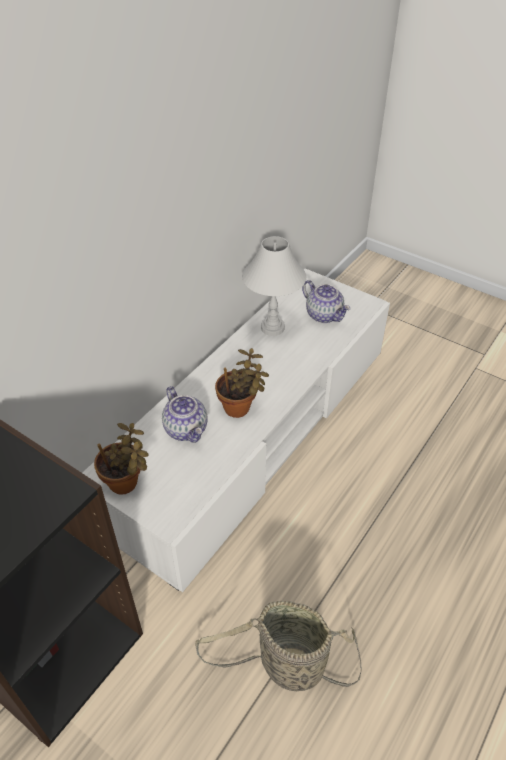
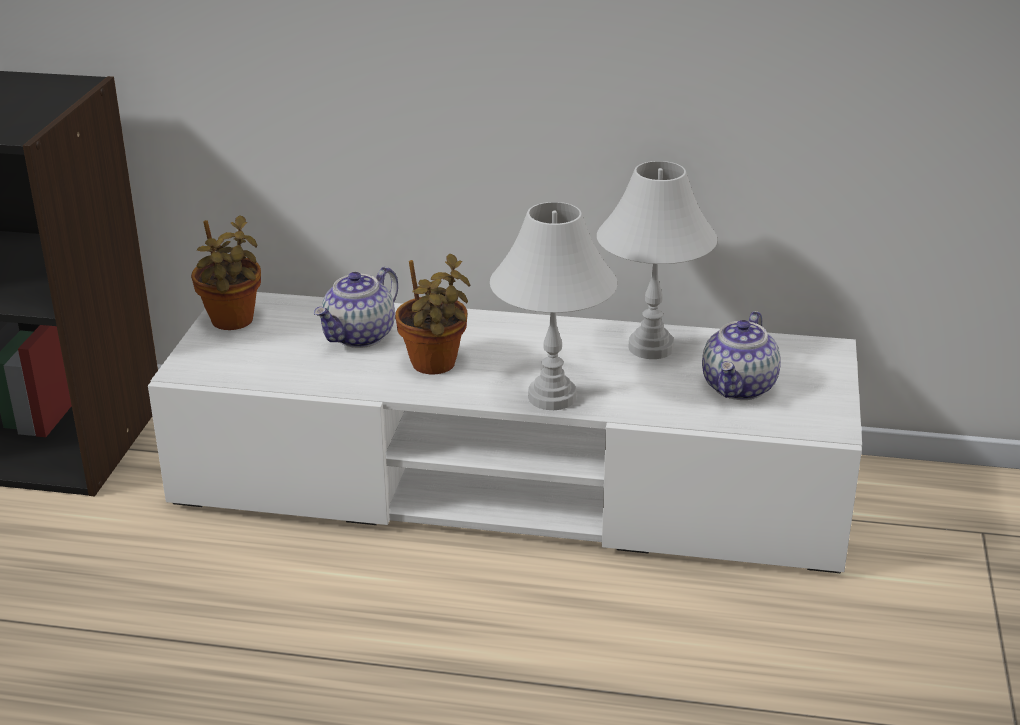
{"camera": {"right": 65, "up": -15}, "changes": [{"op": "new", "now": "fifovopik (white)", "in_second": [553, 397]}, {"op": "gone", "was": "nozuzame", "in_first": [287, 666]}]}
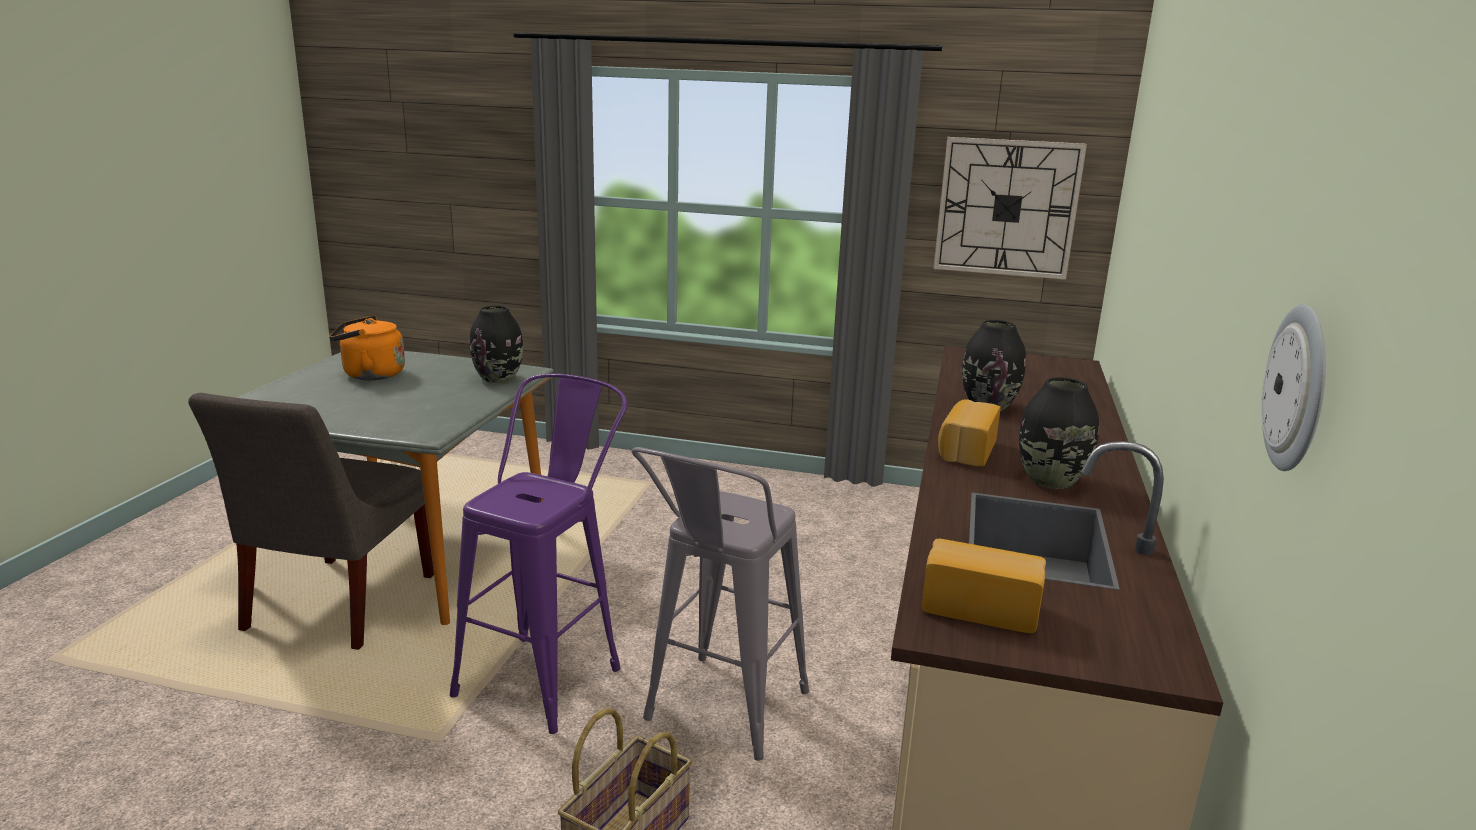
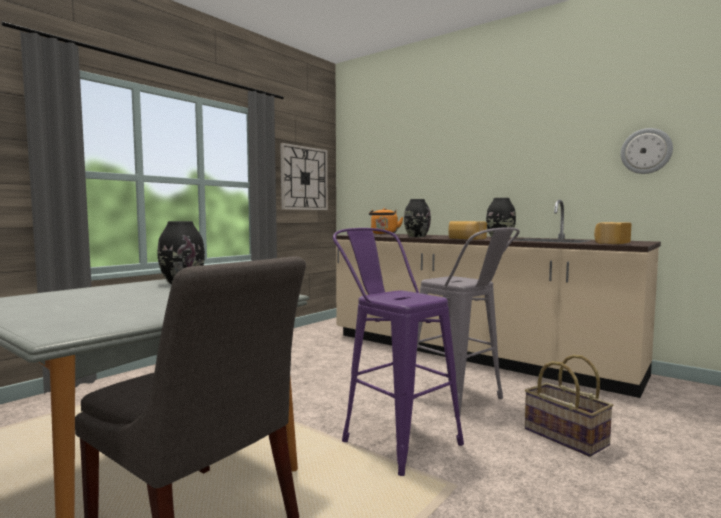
{"camera": {"right": -65, "up": -15}, "changes": [{"op": "shifted", "was": "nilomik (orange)", "in_first": [370, 375], "in_second": [384, 234]}]}
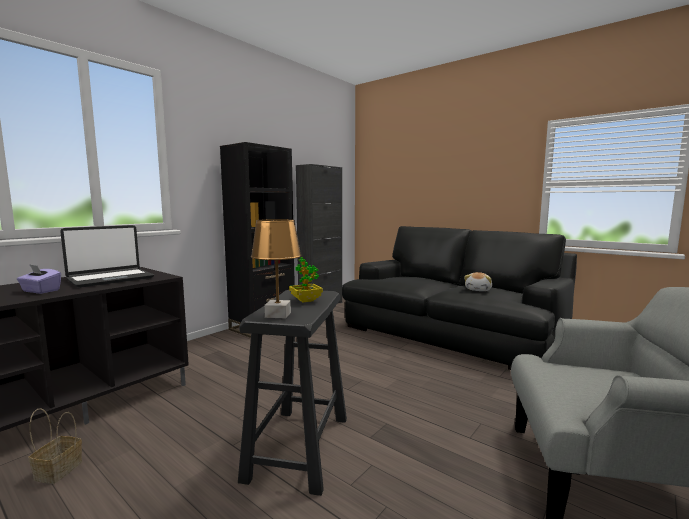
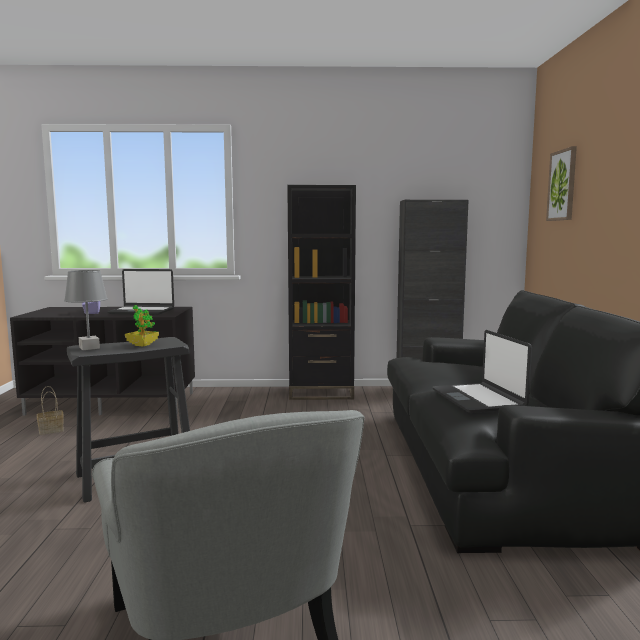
{"camera": {"right": 50, "up": 0}, "changes": [{"op": "repainted", "was": "fifovopik (brown)", "now": "fifovopik (grey)", "in_first": [278, 315], "in_second": [89, 348]}, {"op": "swapped", "was": "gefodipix", "now": "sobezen", "in_first": [478, 290], "in_second": [478, 399]}, {"op": "new", "now": "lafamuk", "in_second": [562, 185]}]}
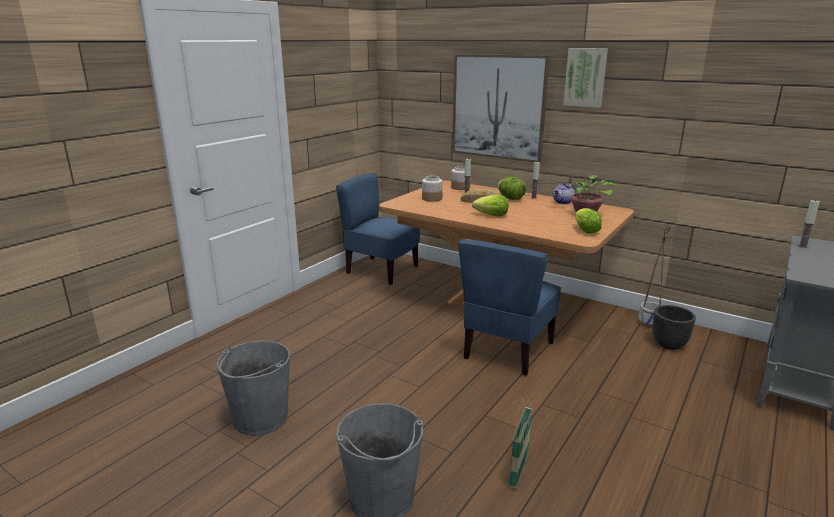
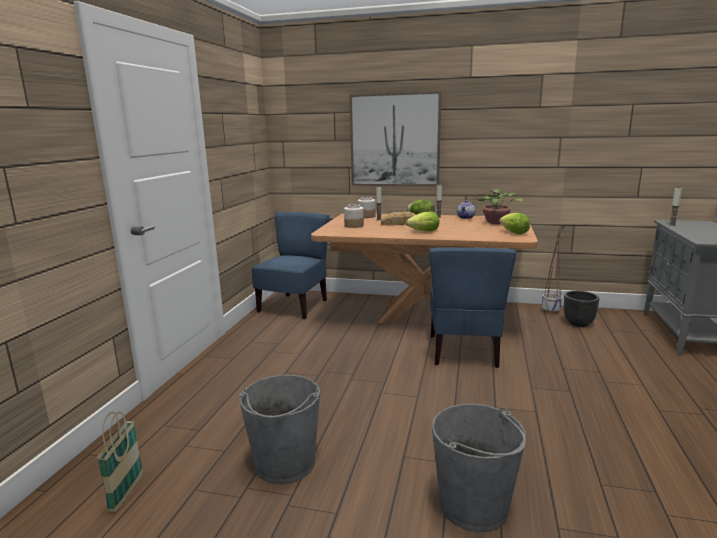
{"camera": {"right": -20, "up": -5}, "changes": [{"op": "shifted", "was": "nozuzame", "in_first": [518, 471], "in_second": [126, 492]}, {"op": "rotated", "was": "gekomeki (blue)", "in_first": [381, 270], "in_second": [294, 306], "clockwise": 105}, {"op": "gone", "was": "lafamuk", "in_first": [585, 77]}]}
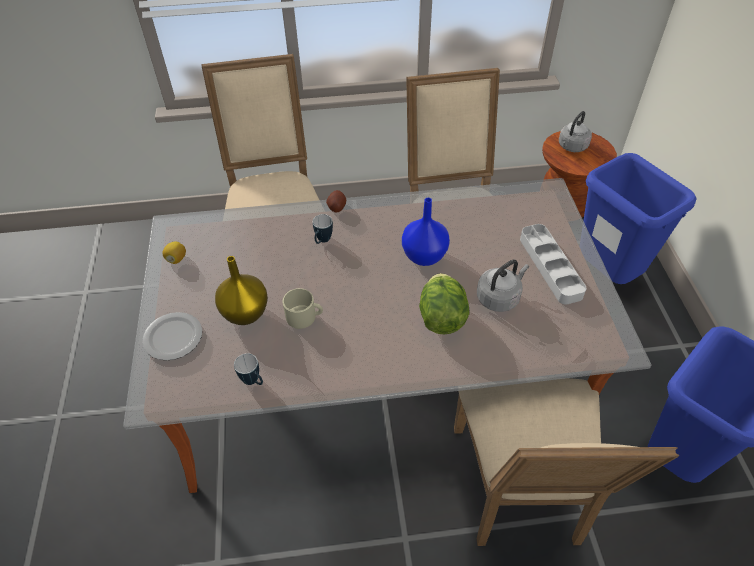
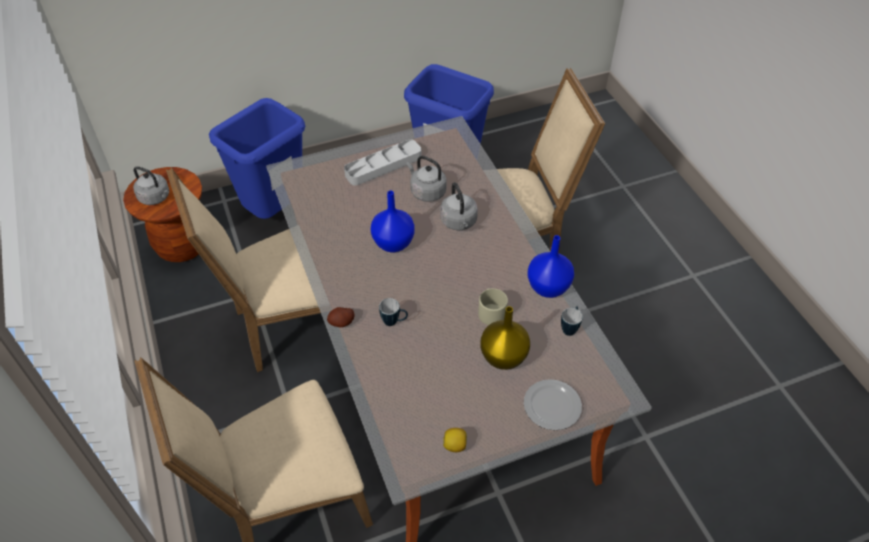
{"camera": {"right": -105, "up": 0}, "changes": [{"op": "swapped", "was": "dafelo", "now": "nilomik (grey)", "in_first": [441, 317], "in_second": [459, 222]}, {"op": "new", "now": "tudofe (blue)", "in_second": [548, 286]}]}
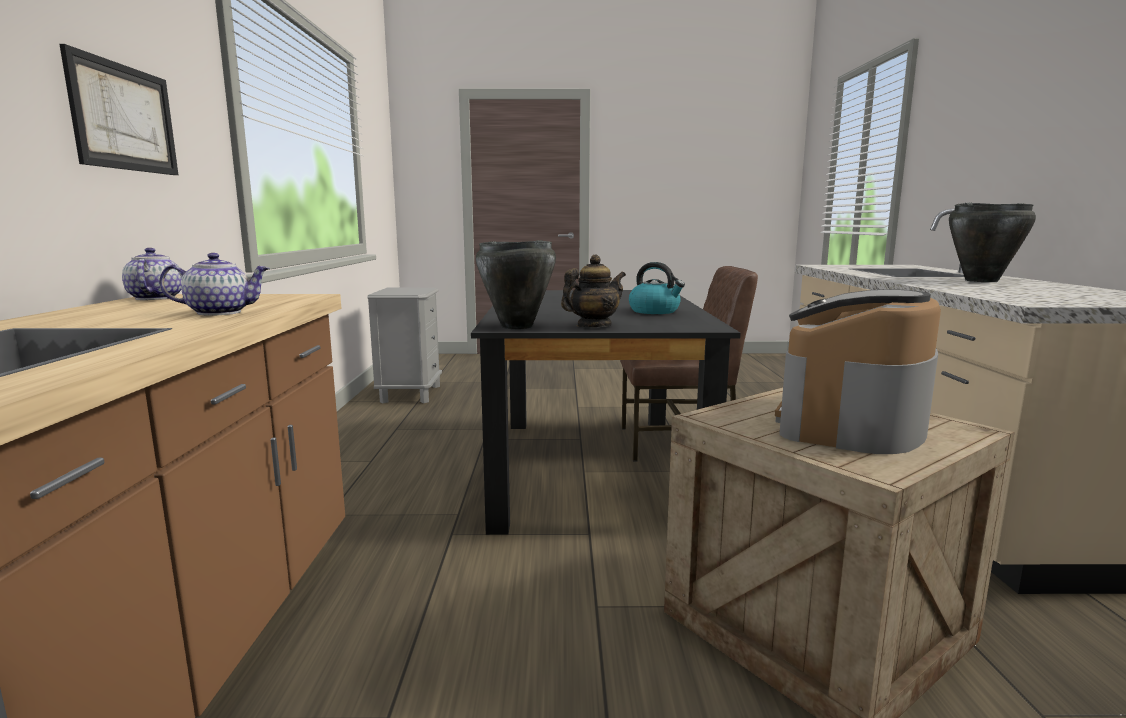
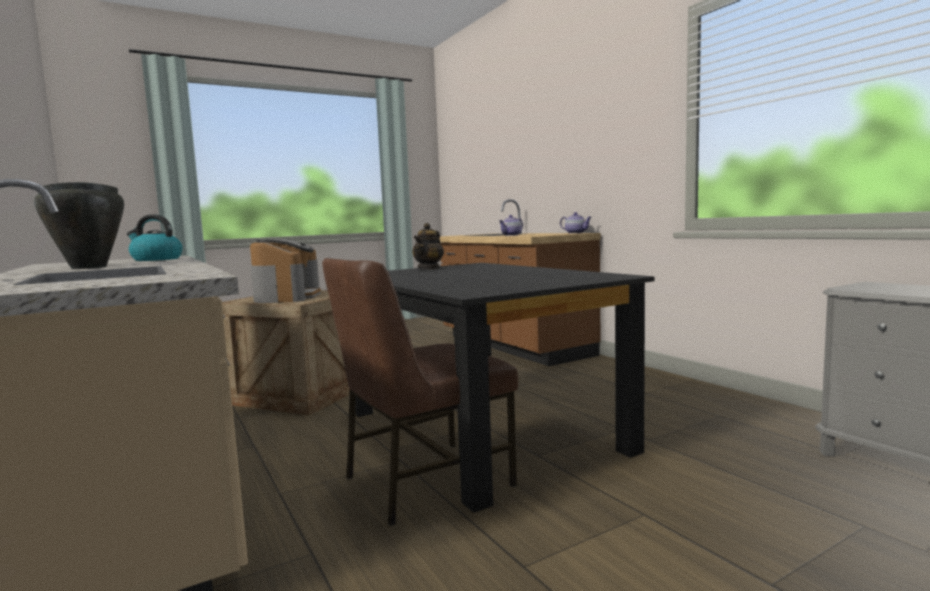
{"camera": {"right": 150, "up": -5}, "changes": [{"op": "shifted", "was": "nilomik", "in_first": [655, 311], "in_second": [156, 259]}, {"op": "gone", "was": "lafamuk", "in_first": [124, 118]}, {"op": "gone", "was": "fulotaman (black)", "in_first": [516, 326]}]}
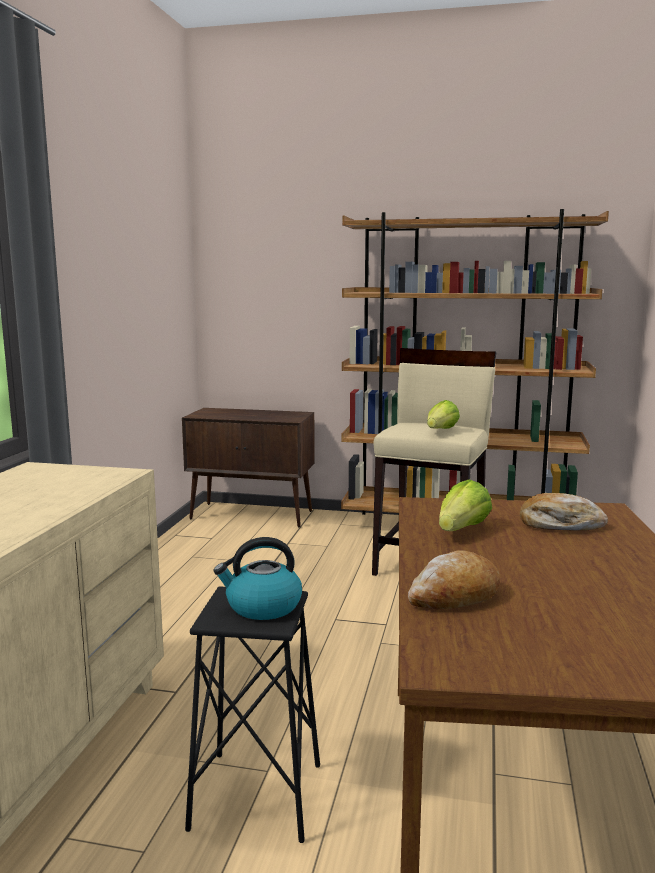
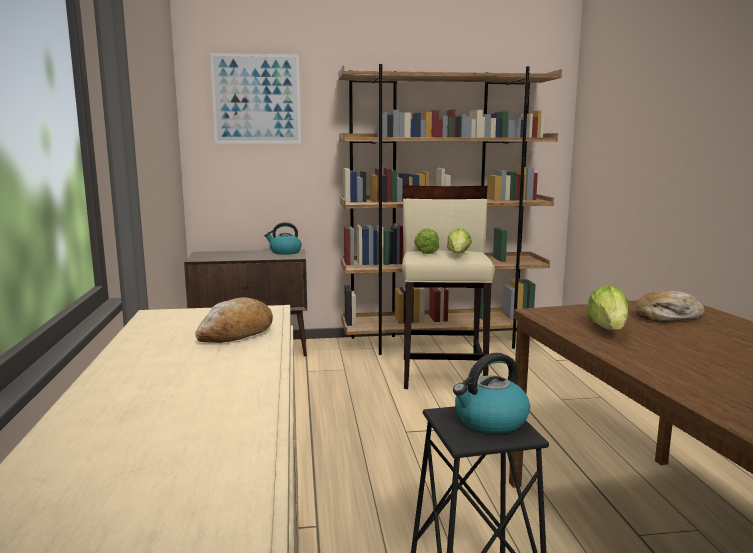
{"camera": {"right": -20, "up": 0}, "changes": [{"op": "shifted", "was": "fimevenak", "in_first": [454, 596], "in_second": [236, 333]}, {"op": "new", "now": "lafamuk", "in_second": [256, 99]}, {"op": "new", "now": "nilomik", "in_second": [285, 252]}, {"op": "new", "now": "dafelo", "in_second": [425, 252]}]}
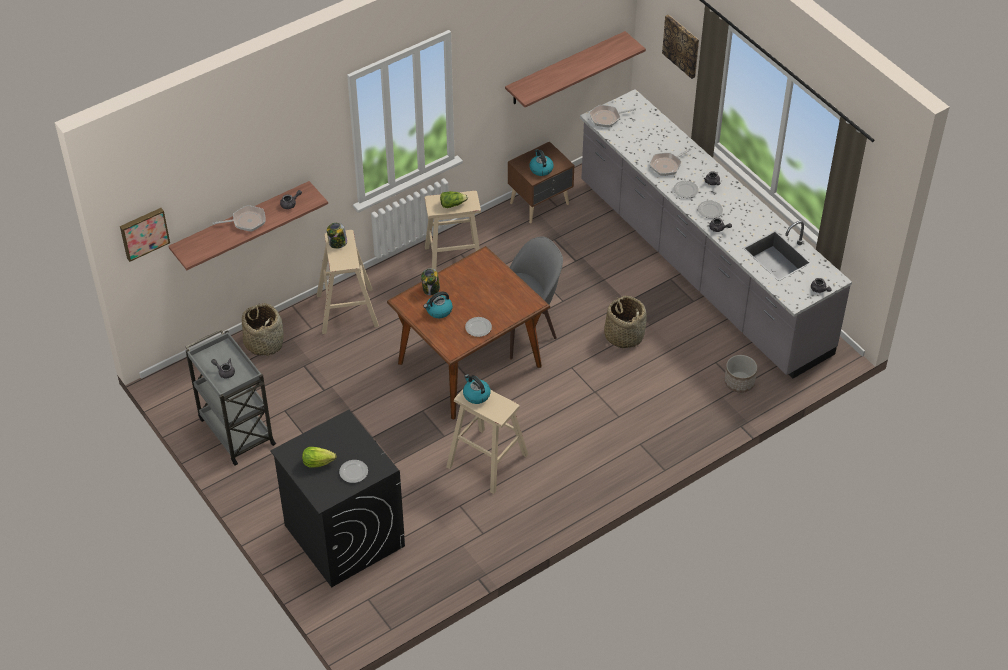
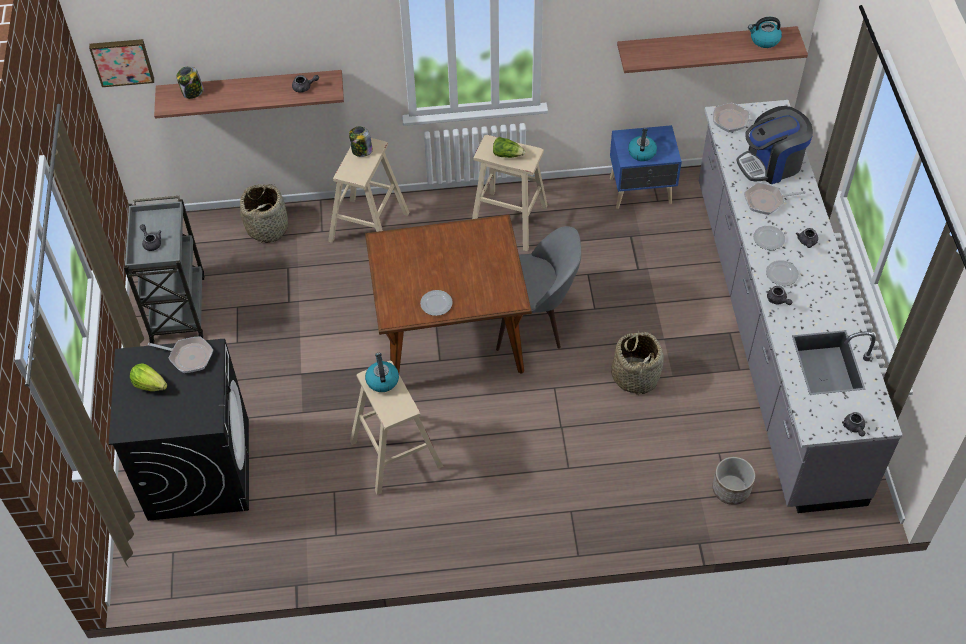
{"camera": {"right": 30, "up": 5}, "changes": [{"op": "shifted", "was": "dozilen", "in_first": [246, 221], "in_second": [188, 356]}, {"op": "shifted", "was": "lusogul", "in_first": [431, 289], "in_second": [192, 92]}, {"op": "repainted", "was": "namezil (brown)", "now": "namezil (blue)", "in_first": [541, 204], "in_second": [641, 192]}, {"op": "new", "now": "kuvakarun", "in_second": [771, 164]}, {"op": "shifted", "was": "nilomik", "in_first": [438, 311], "in_second": [764, 40]}, {"op": "gone", "was": "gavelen", "in_first": [353, 472]}, {"op": "gone", "was": "lafamuk", "in_first": [682, 45]}]}
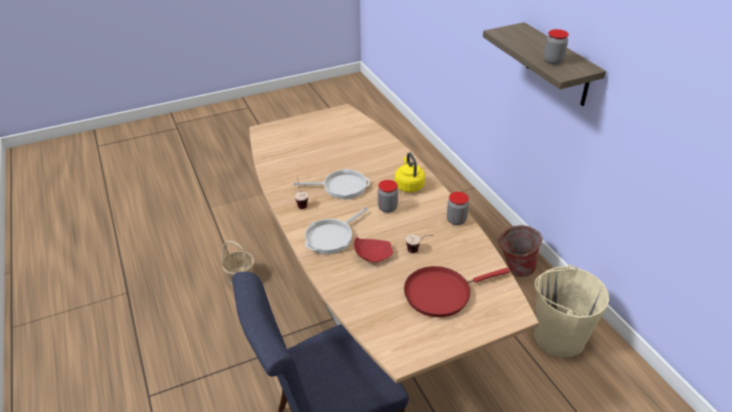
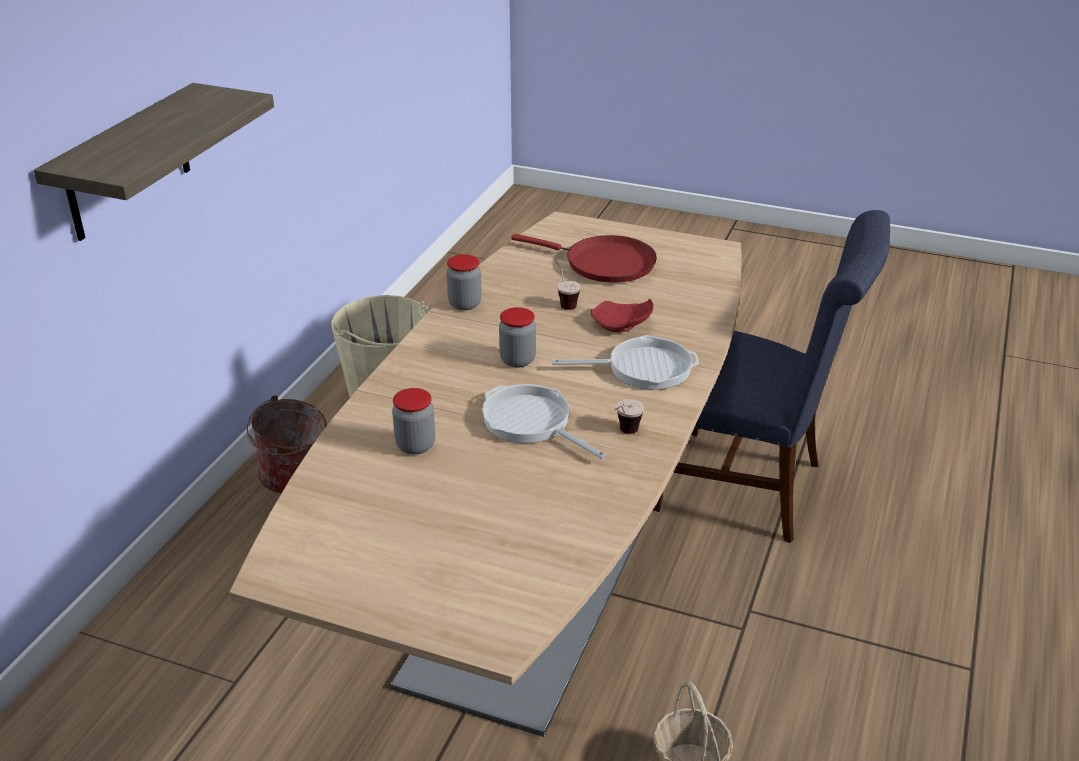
{"camera": {"right": -135, "up": -5}, "changes": [{"op": "shifted", "was": "lusogul", "in_first": [553, 61], "in_second": [415, 445]}, {"op": "gone", "was": "nilomik (yellow)", "in_first": [408, 185]}]}
